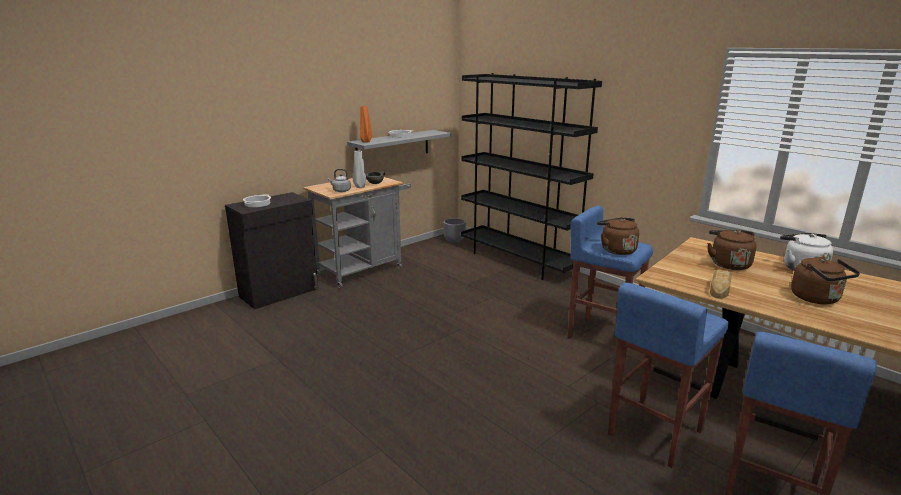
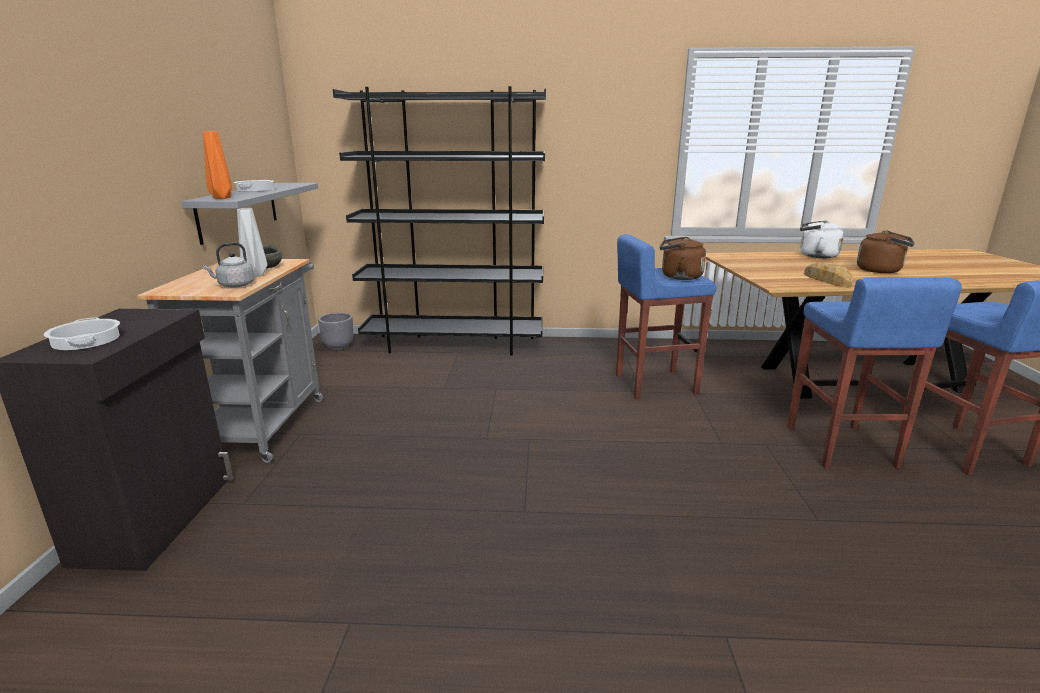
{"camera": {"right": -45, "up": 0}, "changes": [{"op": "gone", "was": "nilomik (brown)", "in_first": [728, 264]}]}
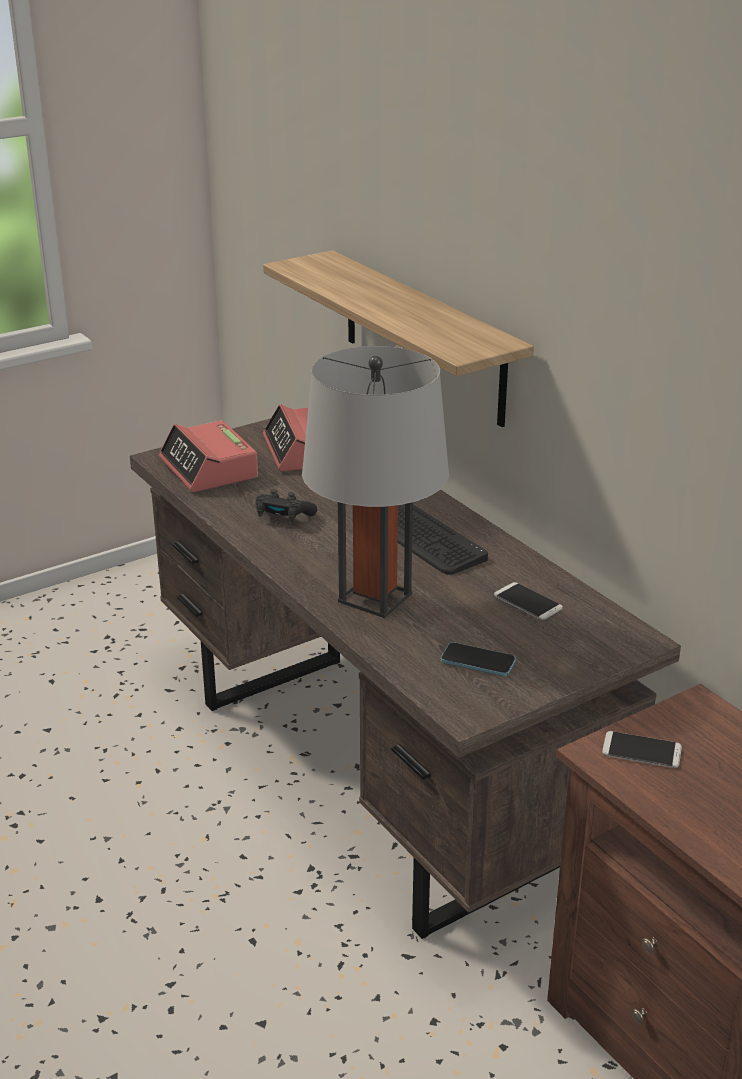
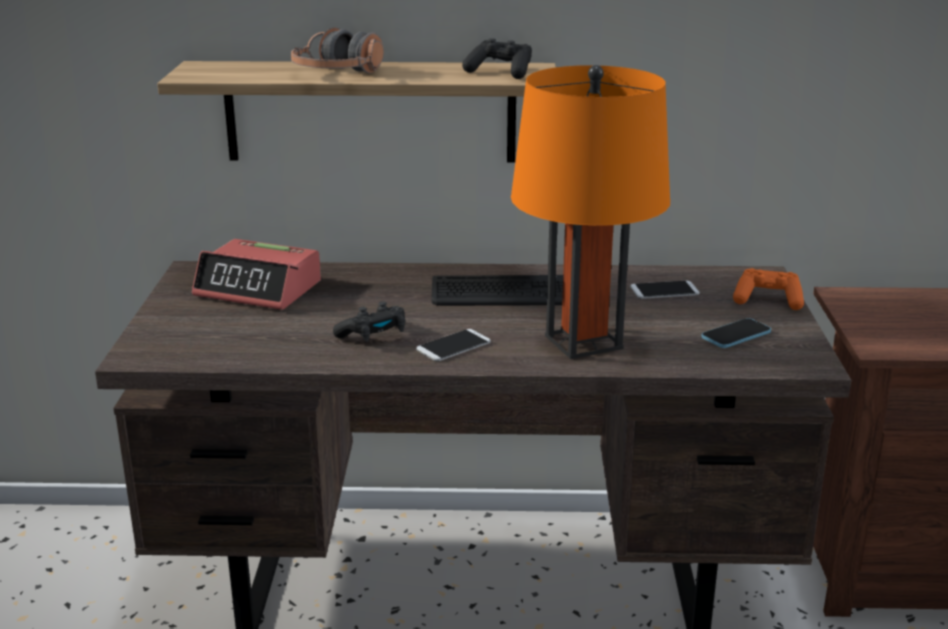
{"camera": {"right": -55, "up": -5}, "changes": [{"op": "new", "now": "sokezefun", "in_second": [338, 74]}, {"op": "shifted", "was": "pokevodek", "in_first": [641, 751], "in_second": [453, 346]}, {"op": "new", "now": "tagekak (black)", "in_second": [501, 72]}, {"op": "repainted", "was": "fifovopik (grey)", "now": "fifovopik (orange)", "in_first": [375, 598], "in_second": [583, 342]}, {"op": "new", "now": "tagekak (orange)", "in_second": [767, 300]}, {"op": "gone", "was": "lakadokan", "in_first": [209, 469]}]}
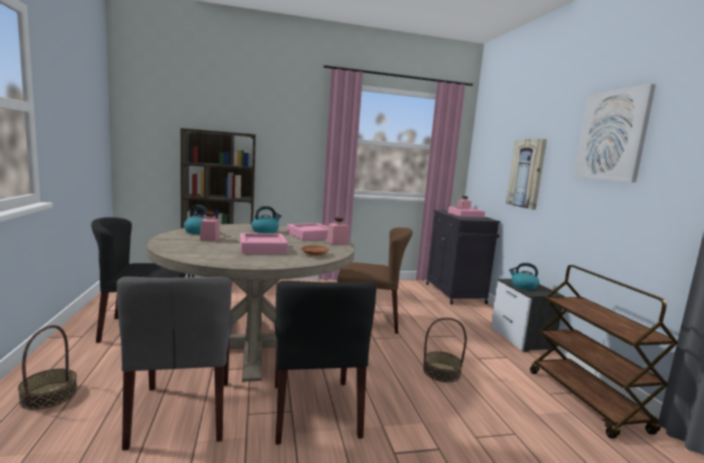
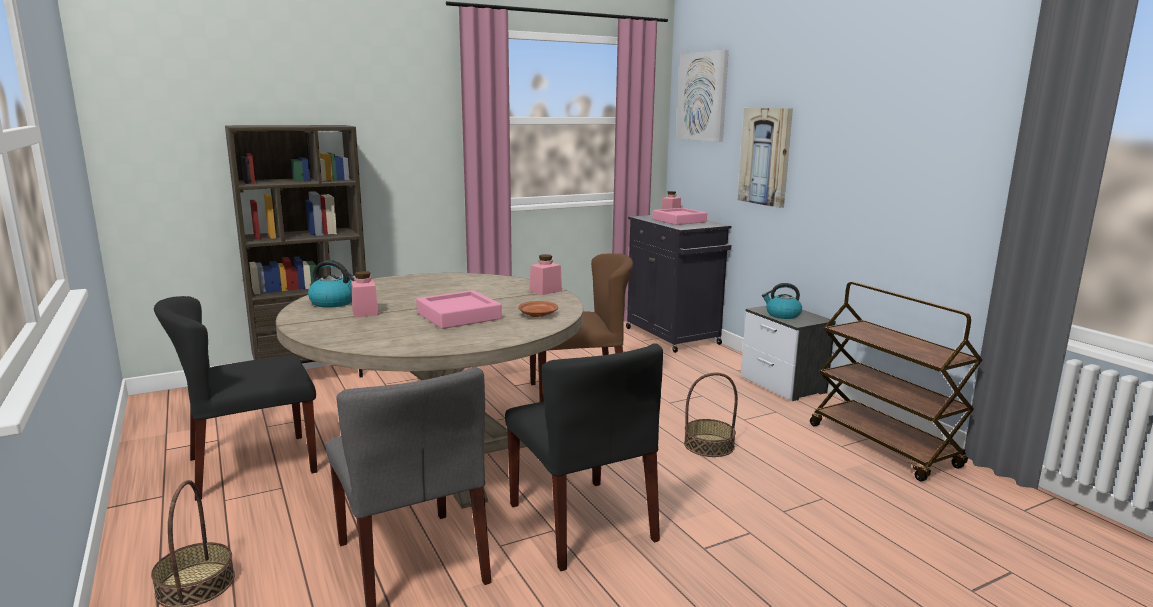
{"camera": {"right": -15, "up": 5}, "changes": [{"op": "shifted", "was": "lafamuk", "in_first": [612, 135], "in_second": [703, 96]}, {"op": "gone", "was": "nilomik", "in_first": [265, 231]}, {"op": "gone", "was": "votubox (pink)", "in_first": [310, 235]}]}
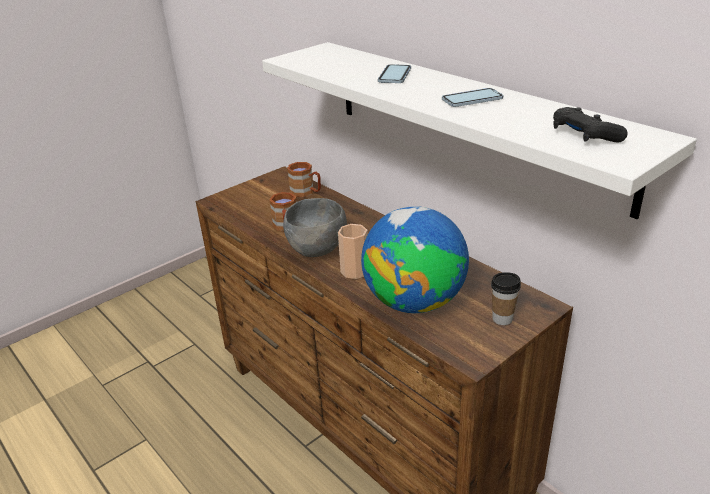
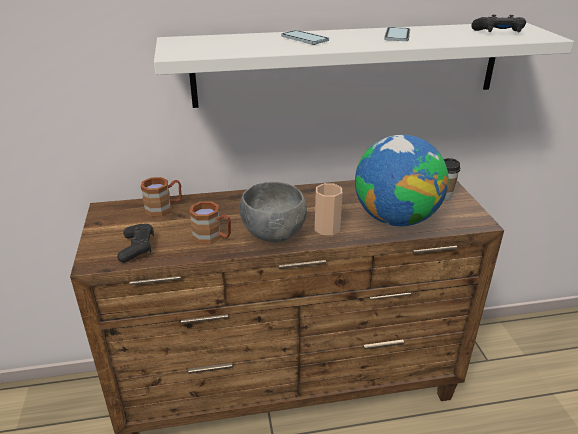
{"camera": {"right": -60, "up": 0}, "changes": [{"op": "new", "now": "tagekak (black)", "in_second": [137, 248]}]}
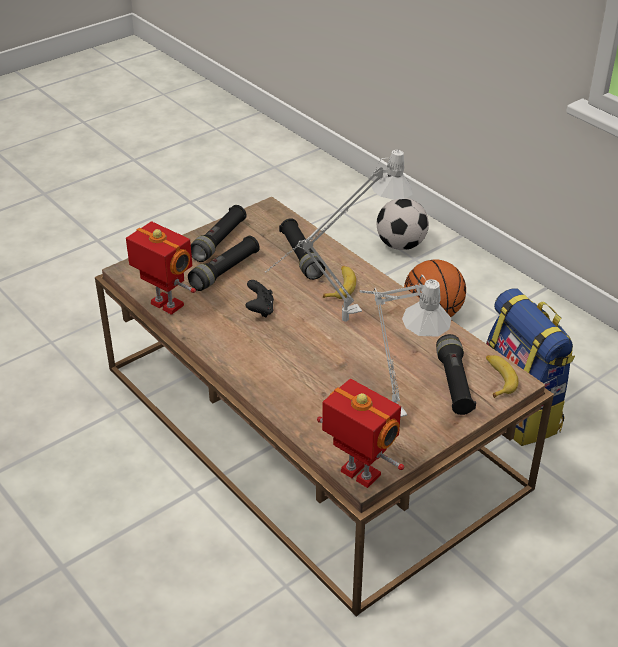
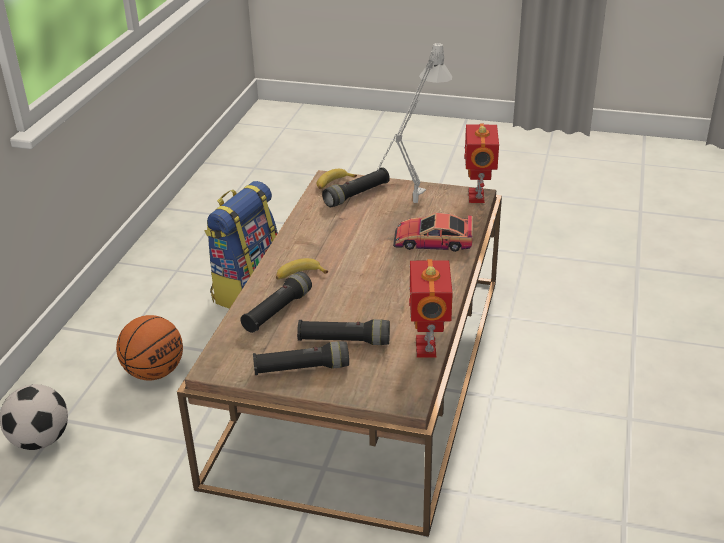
{"camera": {"right": -125, "up": -5}, "changes": [{"op": "new", "now": "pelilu", "in_second": [433, 241]}, {"op": "gone", "was": "tagekak (black)", "in_first": [260, 309]}, {"op": "gone", "was": "fifovopik (grey)", "in_first": [336, 324]}]}
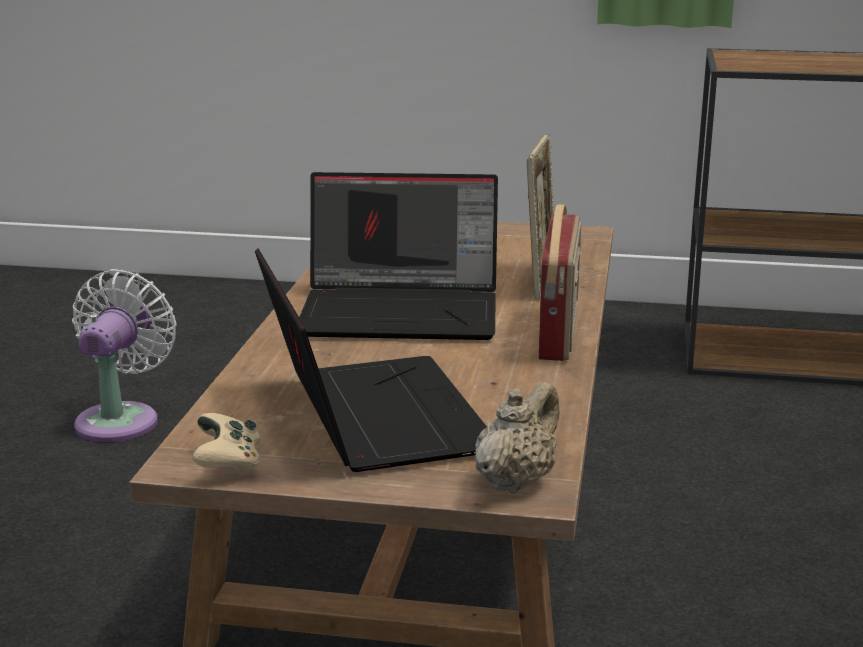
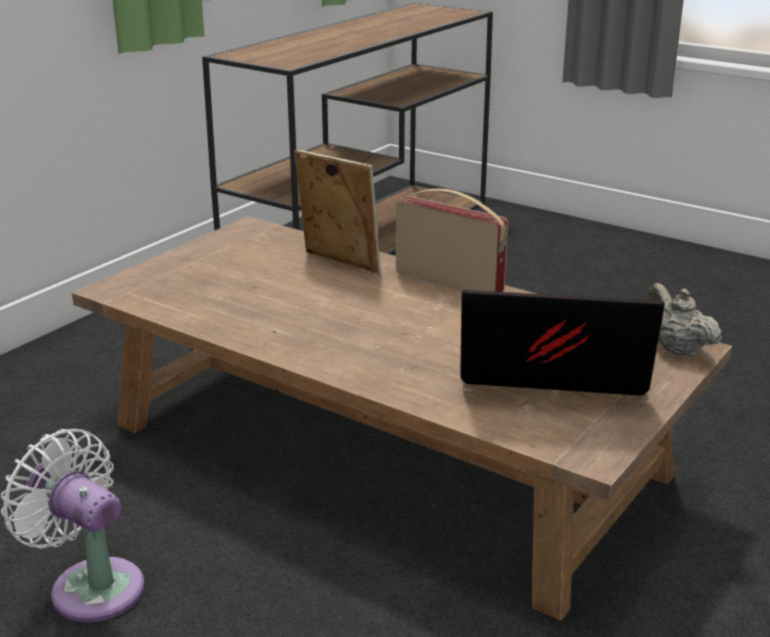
{"camera": {"right": -65, "up": 5}, "changes": [{"op": "gone", "was": "tagekak (beige)", "in_first": [228, 465]}, {"op": "gone", "was": "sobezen", "in_first": [403, 311]}]}
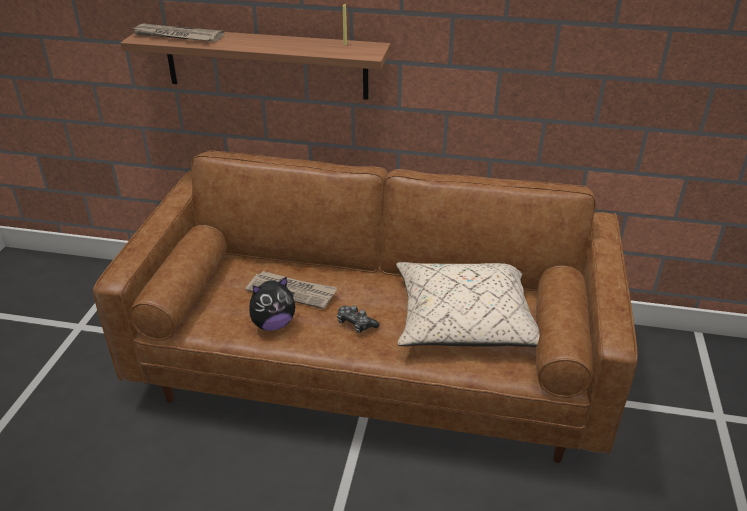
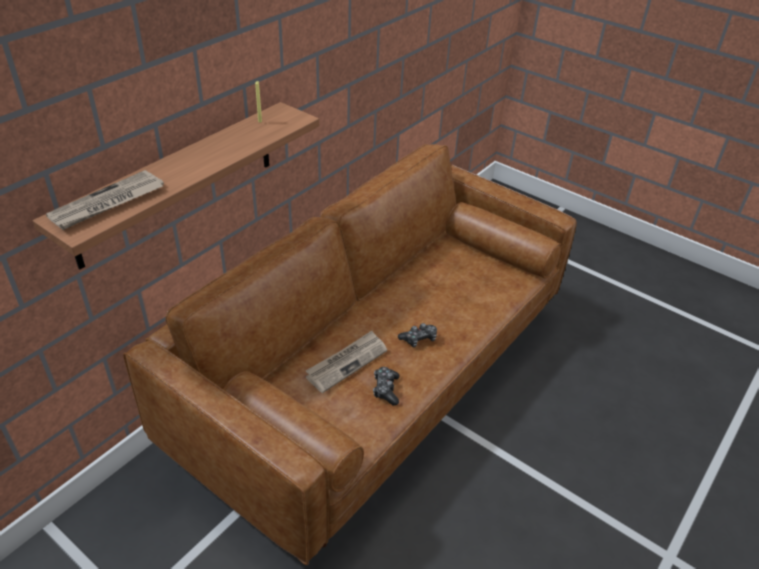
{"camera": {"right": -65, "up": 5}, "changes": [{"op": "swapped", "was": "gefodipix", "now": "tagekak", "in_first": [273, 324], "in_second": [386, 389]}, {"op": "gone", "was": "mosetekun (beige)", "in_first": [464, 319]}]}
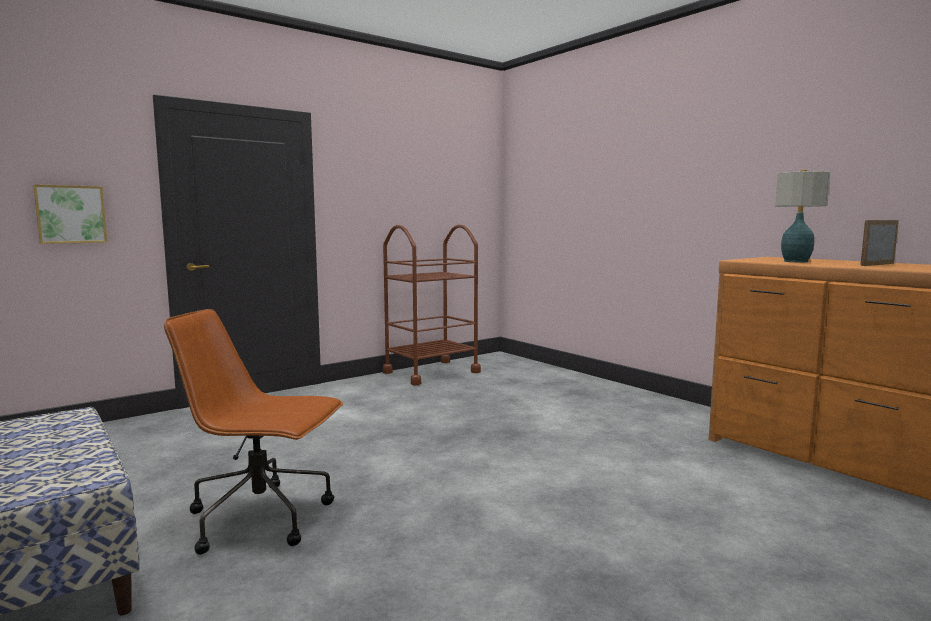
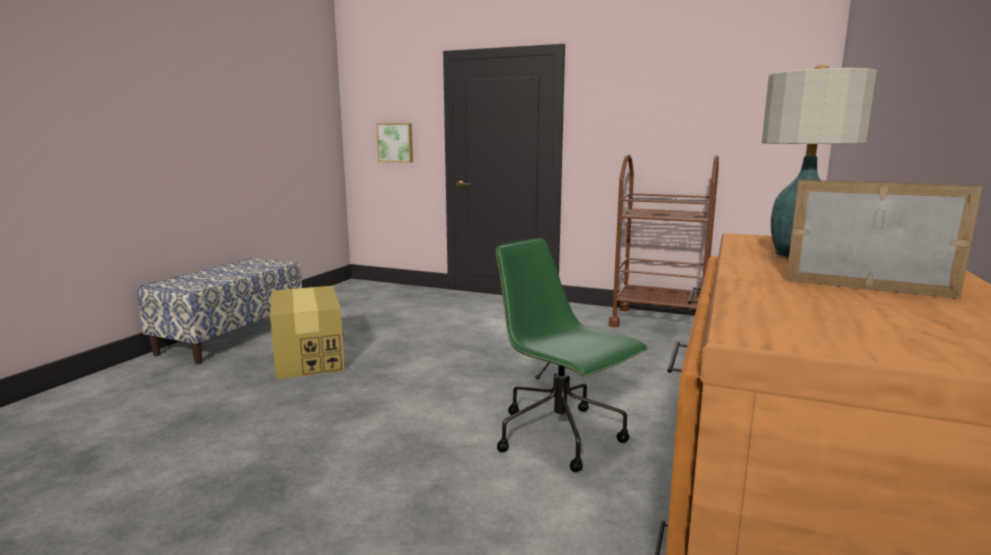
{"camera": {"right": 60, "up": 5}, "changes": [{"op": "swapped", "was": "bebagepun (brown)", "now": "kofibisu", "in_first": [263, 518], "in_second": [309, 357]}, {"op": "new", "now": "bebagepun (green)", "in_second": [561, 436]}]}
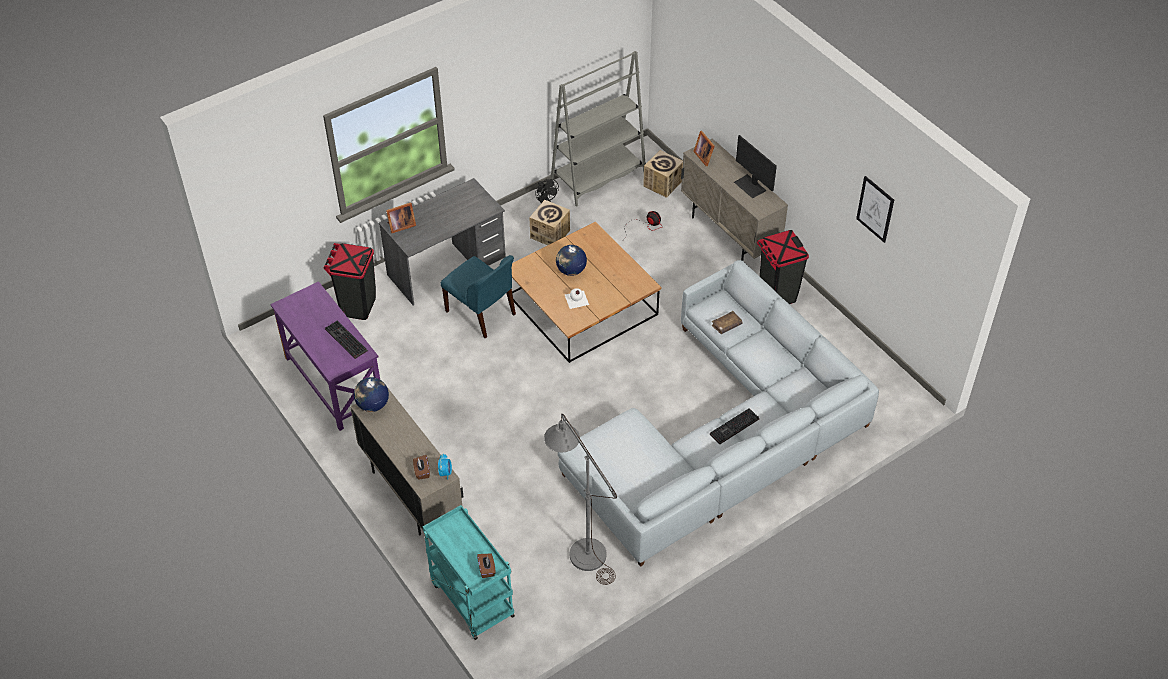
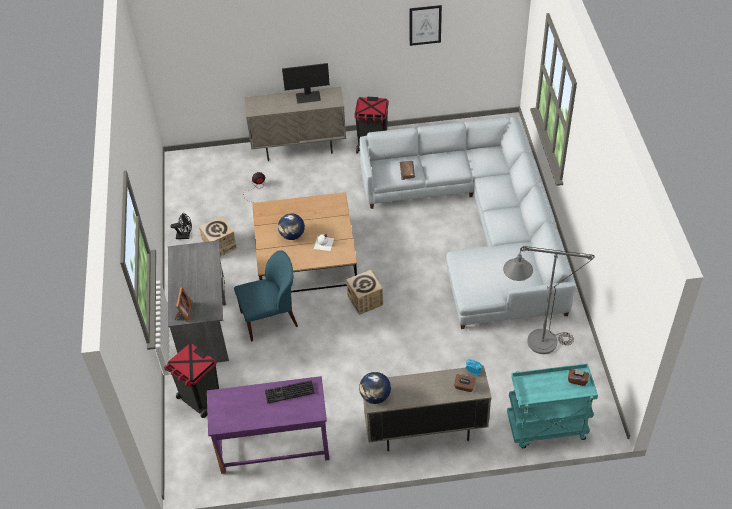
{"camera": {"right": -60, "up": 0}, "changes": [{"op": "shifted", "was": "kofibisu", "in_first": [662, 184], "in_second": [365, 300]}, {"op": "gone", "was": "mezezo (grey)", "in_first": [598, 178]}, {"op": "gone", "was": "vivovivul", "in_first": [704, 156]}, {"op": "gone", "was": "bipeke", "in_first": [734, 428]}]}
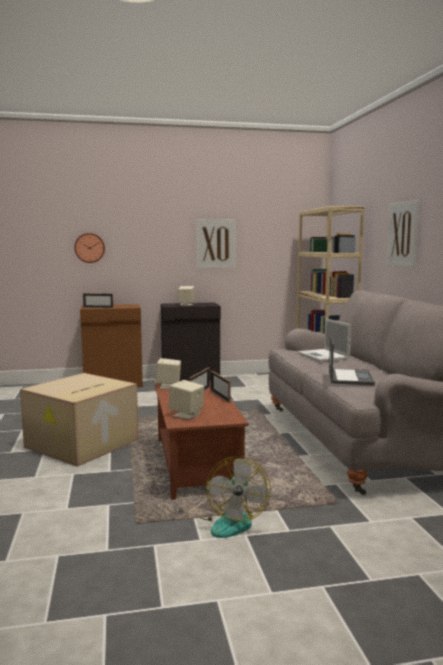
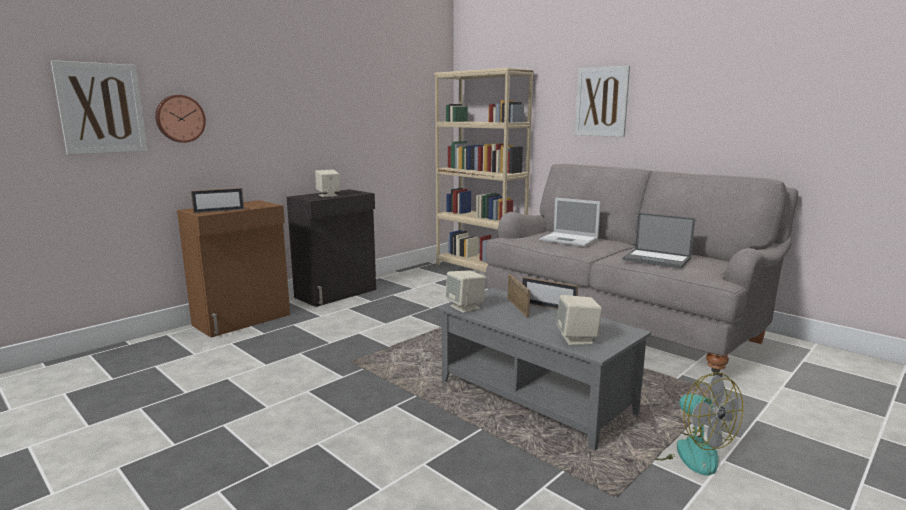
{"camera": {"right": -35, "up": 5}, "changes": [{"op": "shifted", "was": "lafamuk", "in_first": [215, 244], "in_second": [101, 108]}, {"op": "repainted", "was": "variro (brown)", "now": "variro (grey)", "in_first": [197, 464], "in_second": [536, 396]}, {"op": "rotated", "was": "sobezen", "in_first": [350, 377], "in_second": [657, 259], "clockwise": 150}, {"op": "gone", "was": "kofibisu", "in_first": [82, 444]}]}
